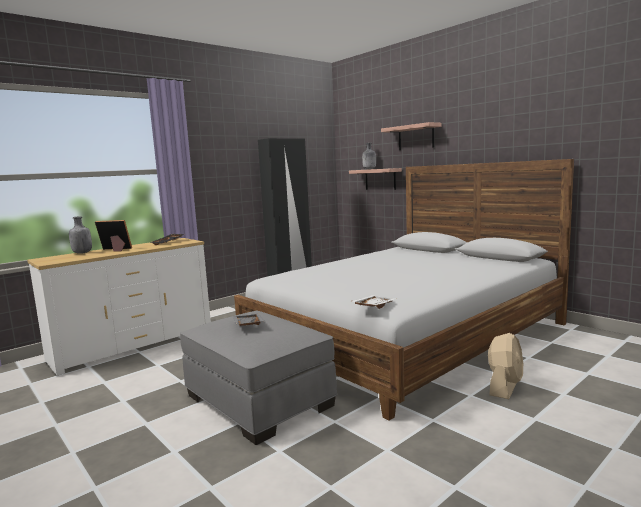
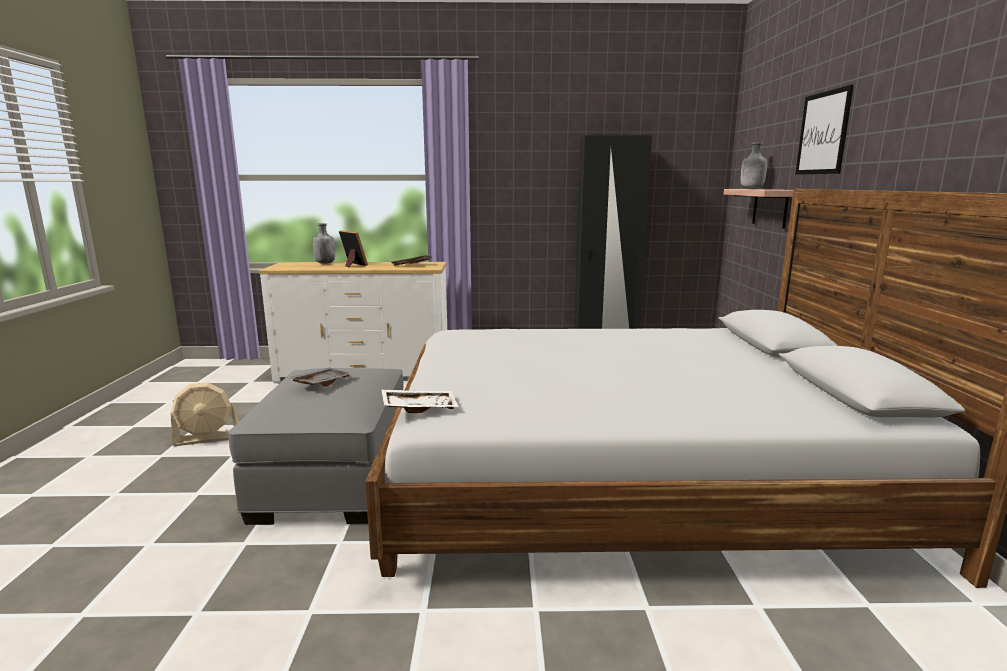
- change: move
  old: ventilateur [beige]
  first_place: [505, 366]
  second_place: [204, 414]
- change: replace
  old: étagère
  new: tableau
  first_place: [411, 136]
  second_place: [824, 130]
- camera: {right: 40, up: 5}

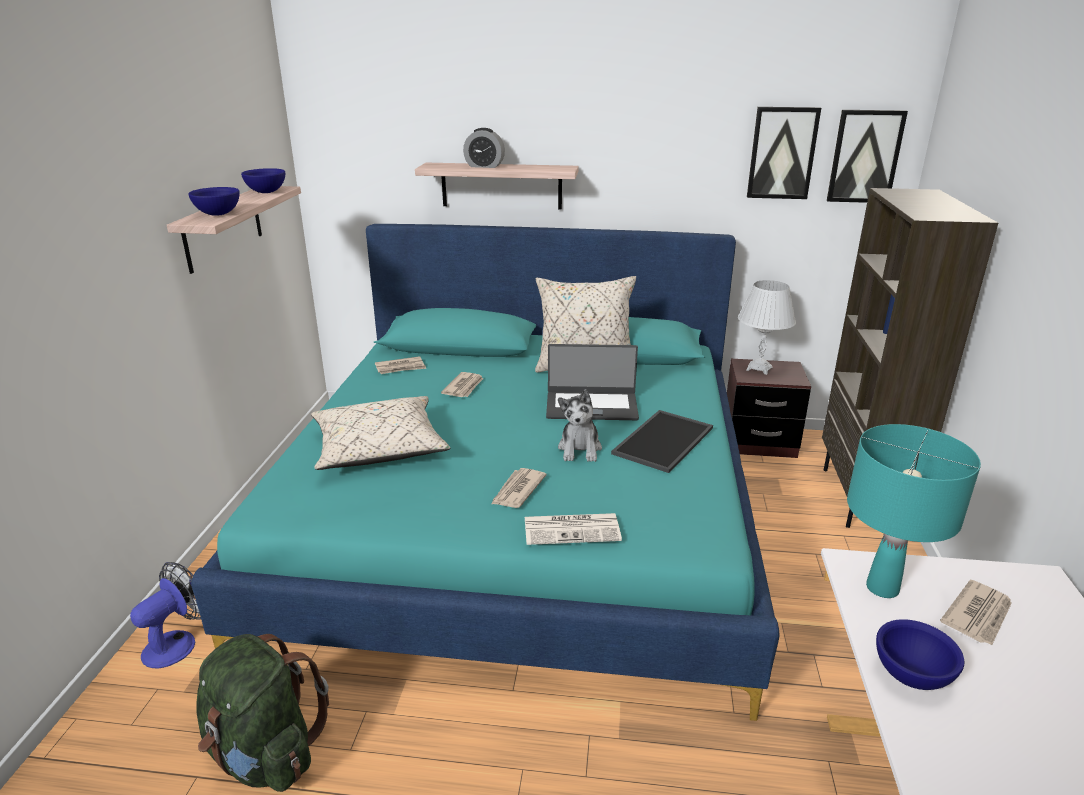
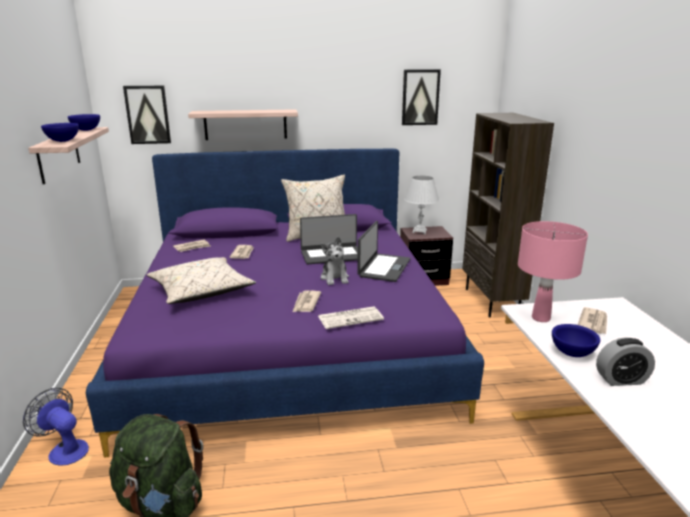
- change: rotate
  old: ventilateur
  first_place: [165, 615]
  second_place: [56, 427]
  degrees: -75
- change: recolor
  old: lit [turquoise]
  new: lit [violet]
  first_place: [485, 472]
  second_place: [285, 303]
- change: move
  old: tableau
  first_place: [867, 156]
  second_place: [147, 115]
- change: replace
  old: plateau
  new: ordinateur portable
  first_place: [662, 441]
  second_place: [384, 251]
- change: recolor
  old: lampe de table [turquoise]
  new: lampe de table [rose]
  first_place: [914, 511]
  second_place: [553, 271]
- change: move
  old: réveil
  first_place: [484, 148]
  second_place: [625, 361]
- camera: {right: -15, up: -5}

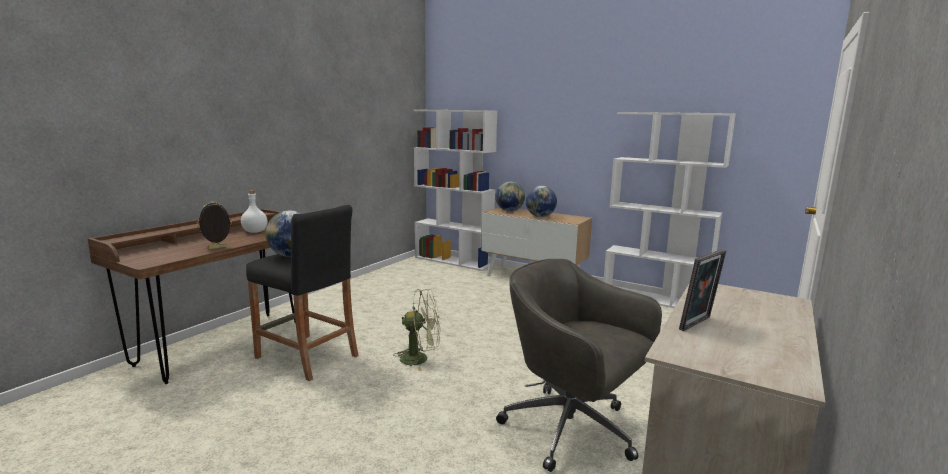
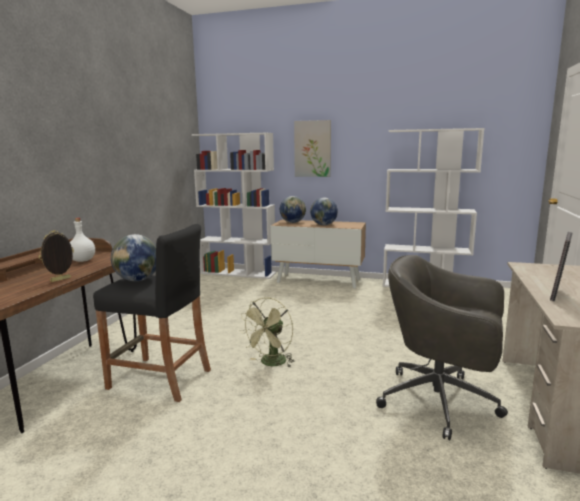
- change: rotate
  old: ventilateur [vert]
  first_place: [416, 330]
  second_place: [267, 332]
  degrees: 135
- change: insert
  new: tableau
  second_place: [312, 148]
- camera: {right: -15, up: 0}

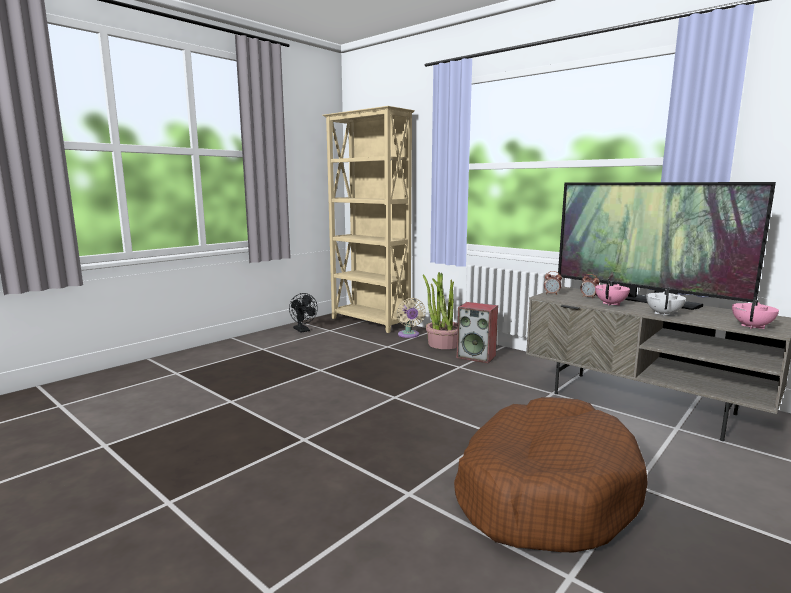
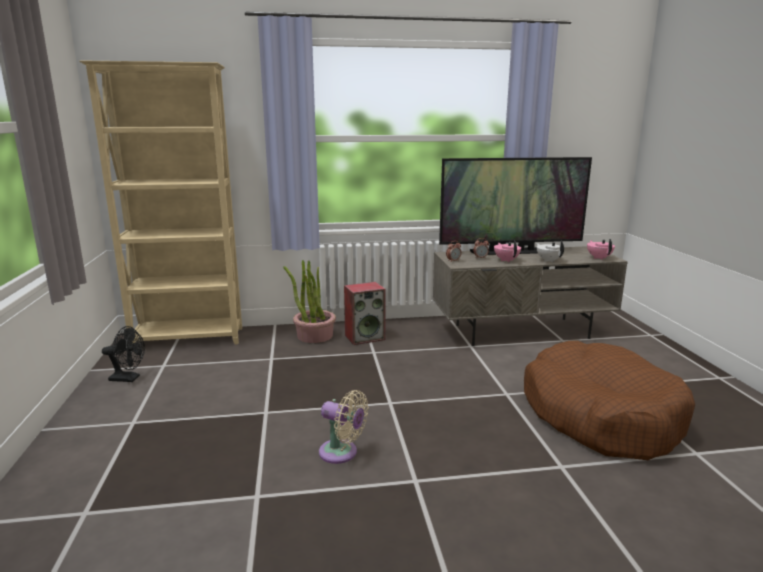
- change: move
  old: ventilateur [beige]
  first_place: [411, 318]
  second_place: [343, 427]
- camera: {right: -50, up: 5}

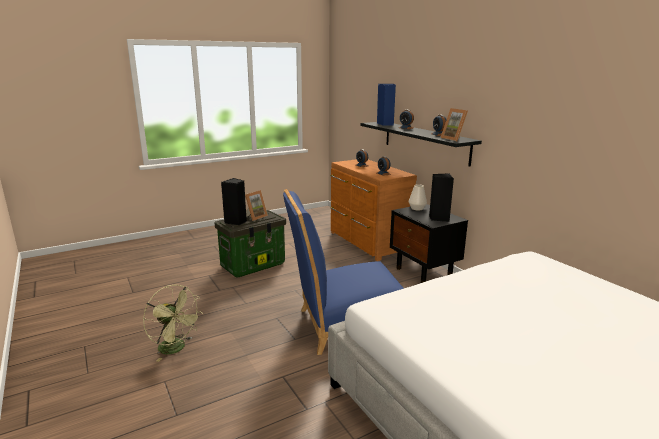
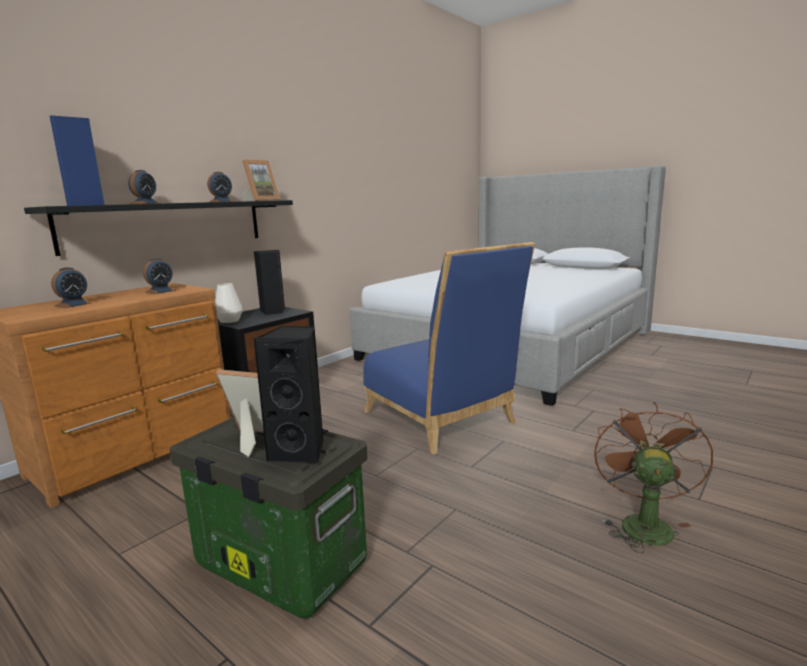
- change: recolor
  old: ventilateur [vert]
  new: ventilateur [marron]
  first_place: [173, 323]
  second_place: [653, 477]
- camera: {right: -110, up: -5}

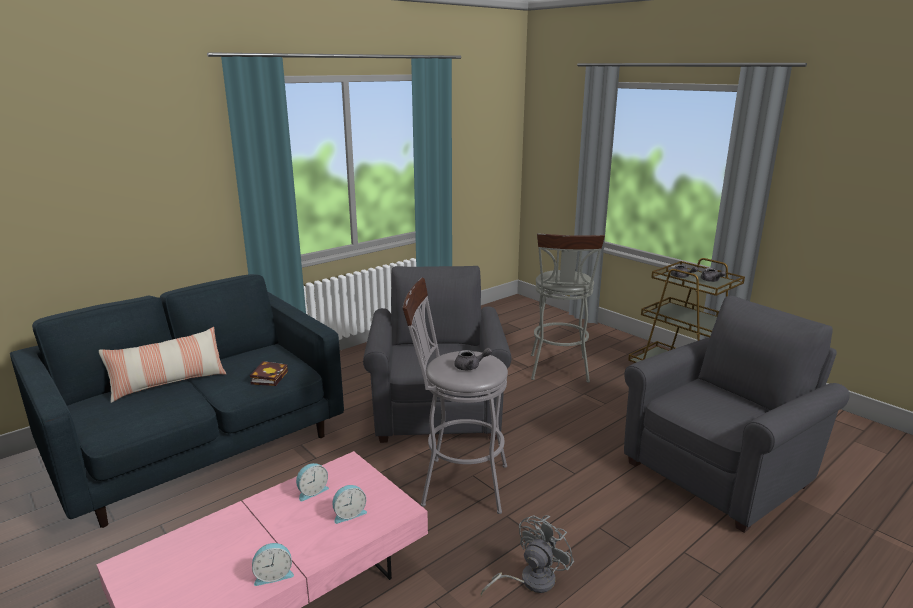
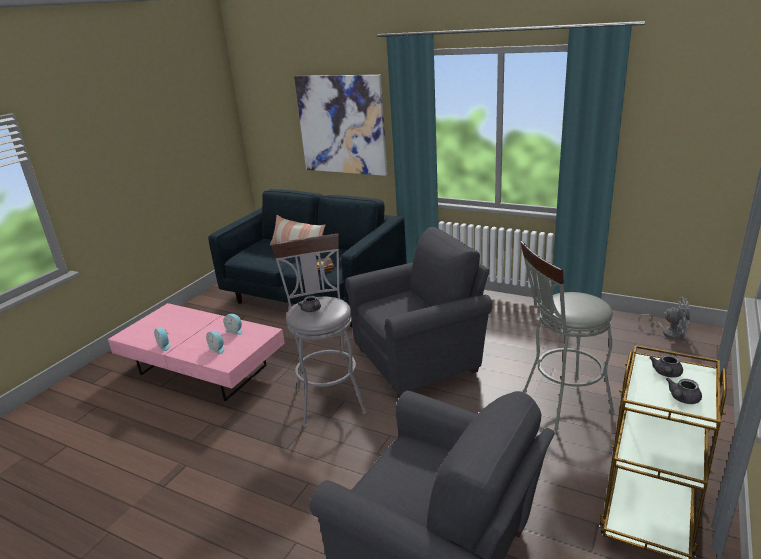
- change: insert
  new: tableau
  second_place: [340, 125]
- change: move
  old: ventilateur [gris]
  first_place: [527, 555]
  second_place: [664, 318]
- camera: {right: 70, up: 5}

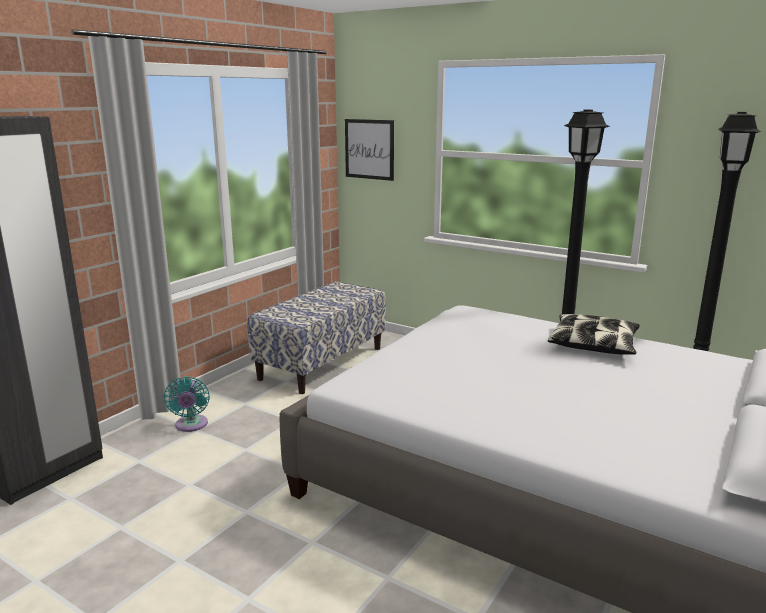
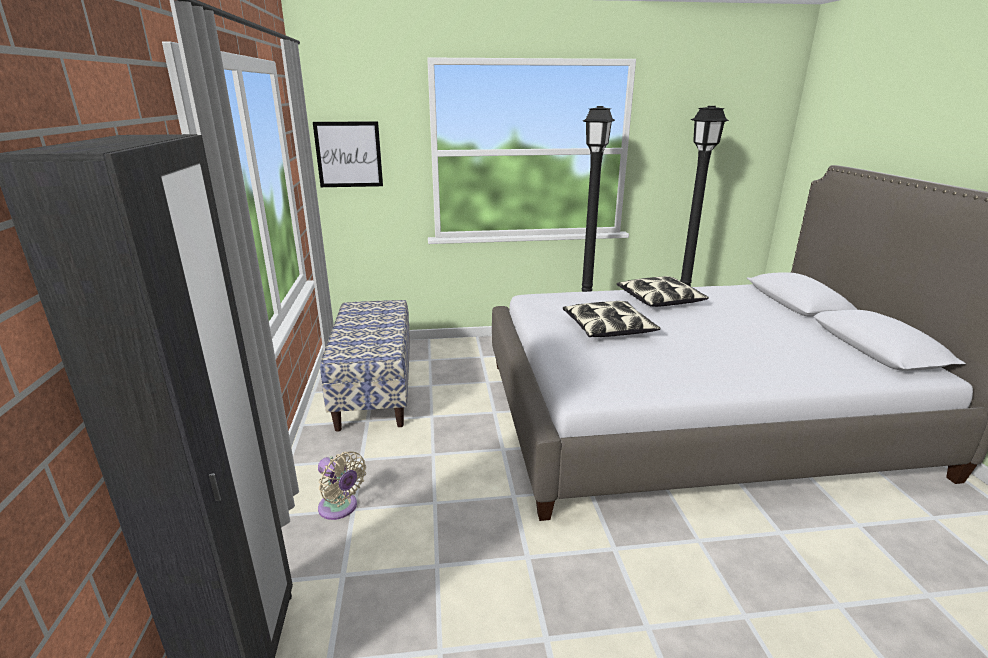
- change: recolor
  old: ventilateur [turquoise]
  new: ventilateur [beige]
  first_place: [187, 404]
  second_place: [342, 485]
- change: insert
  new: coussin
  second_place: [612, 319]
- camera: {right: -40, up: 5}

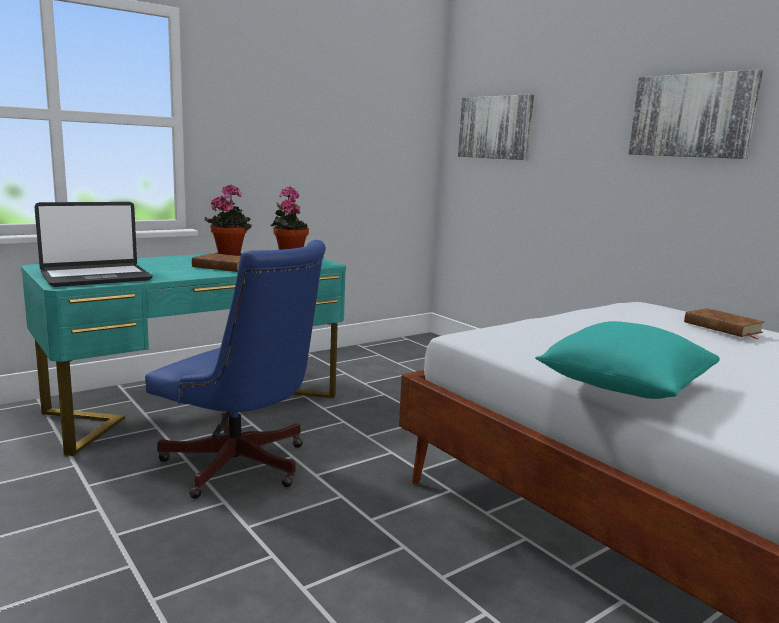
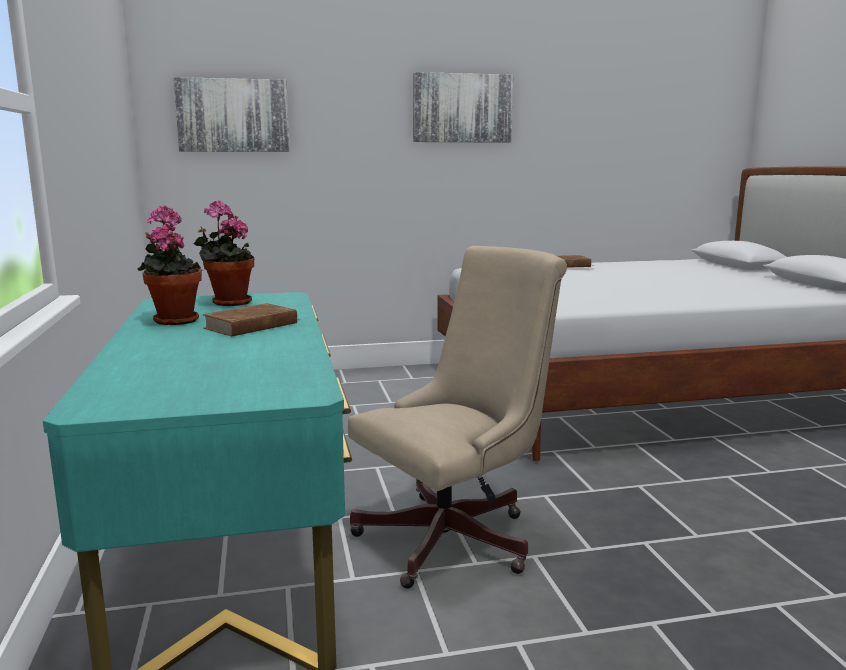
- change: recolor
  old: chaise de bureau [bleu]
  new: chaise de bureau [beige]
  first_place: [235, 369]
  second_place: [457, 417]
- change: delete
  old: ordinateur portable
  first_place: [94, 244]
- change: delete
  old: coussin [turquoise]
  first_place: [627, 360]
- camera: {right: -65, up: 0}

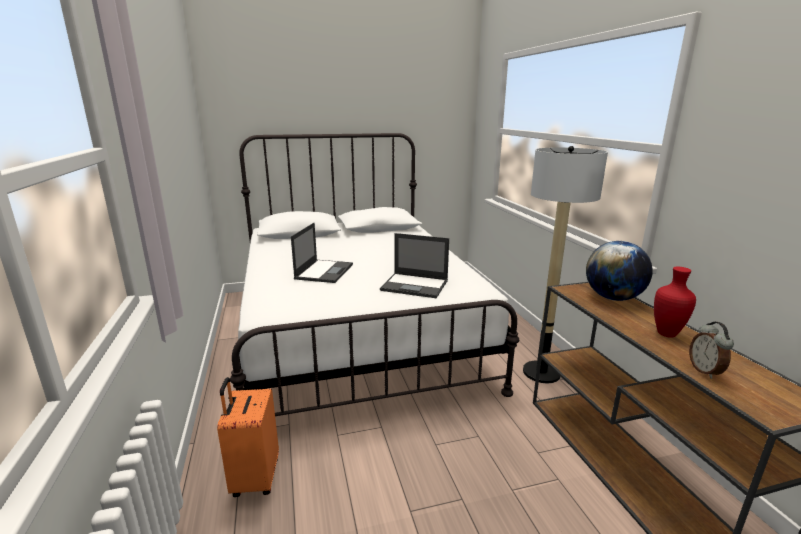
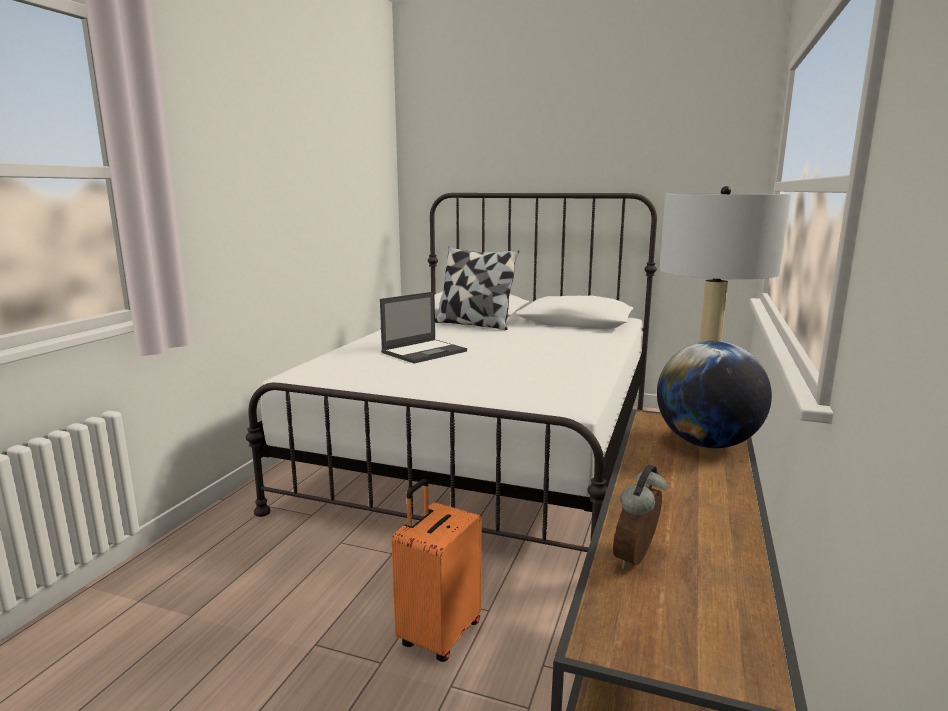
- change: move
  old: valise [orange]
  first_place: [248, 437]
  second_place: [437, 570]
- change: insert
  new: coussin
  second_place: [477, 288]
- change: delete
  old: ordinateur portable
  first_place: [414, 265]
- change: delete
  old: vase [rouge]
  first_place: [675, 302]
- camera: {right: 35, up: -5}

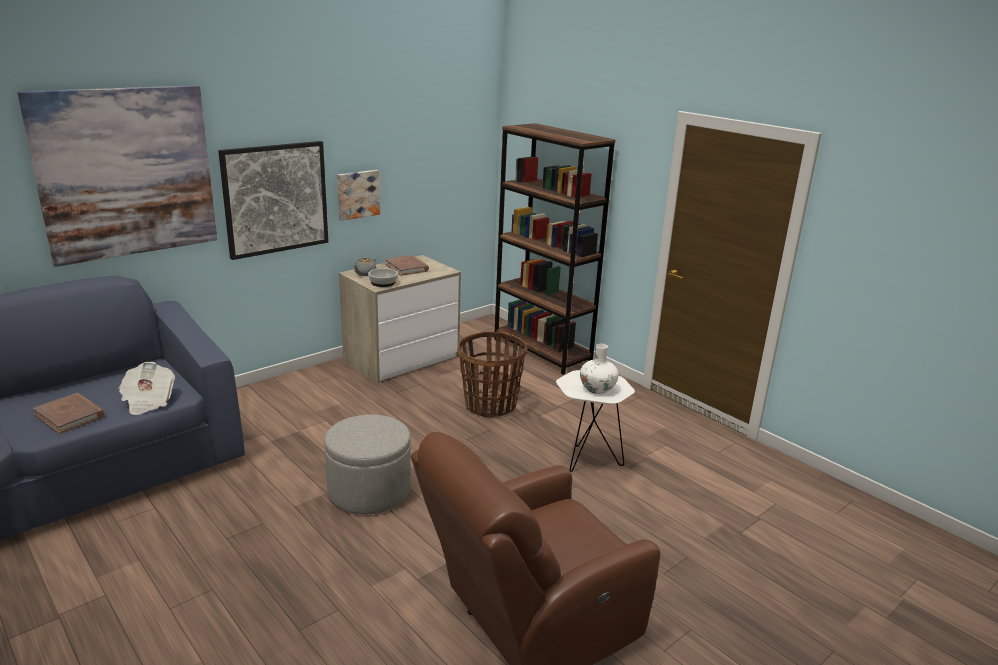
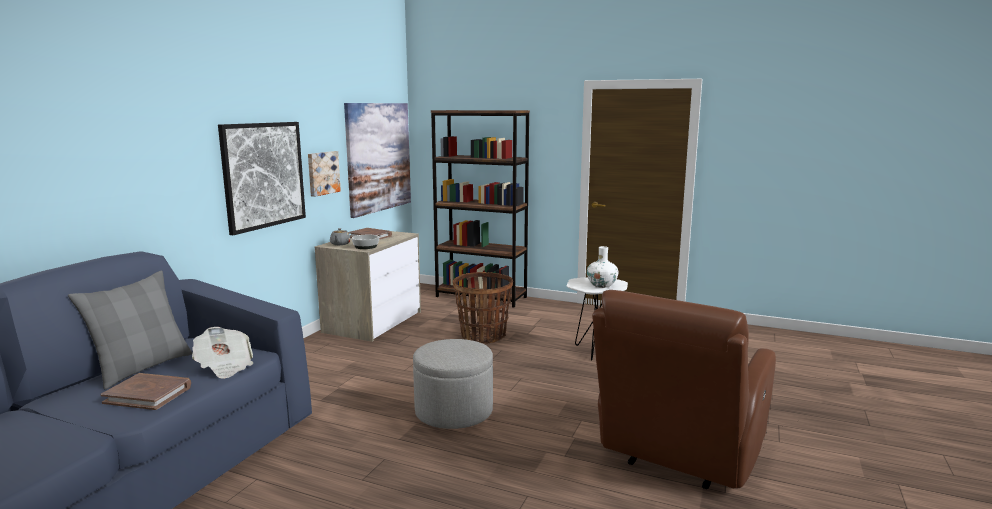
- change: insert
  new: coussin [gris]
  second_place: [130, 330]
- change: move
  old: tableau
  first_place: [117, 176]
  second_place: [377, 160]
- camera: {right: -25, up: -10}

